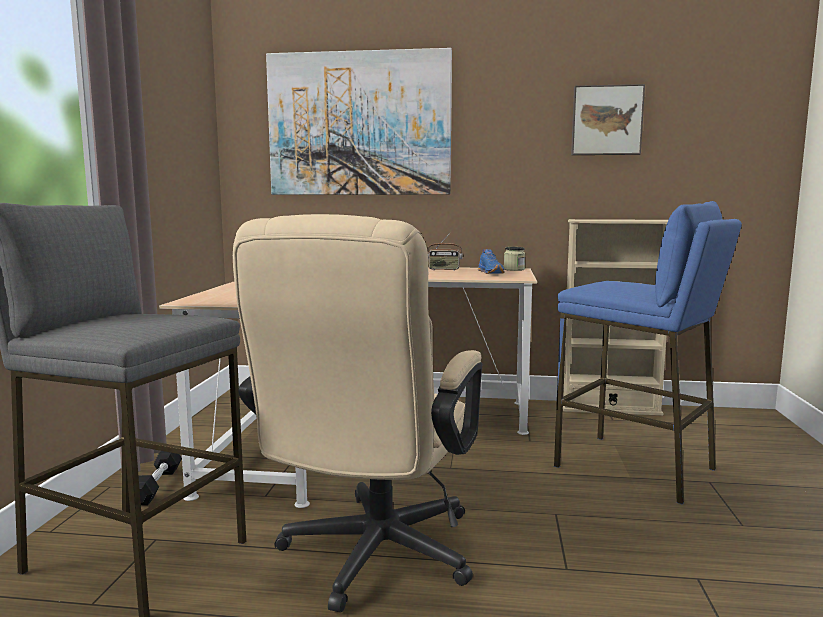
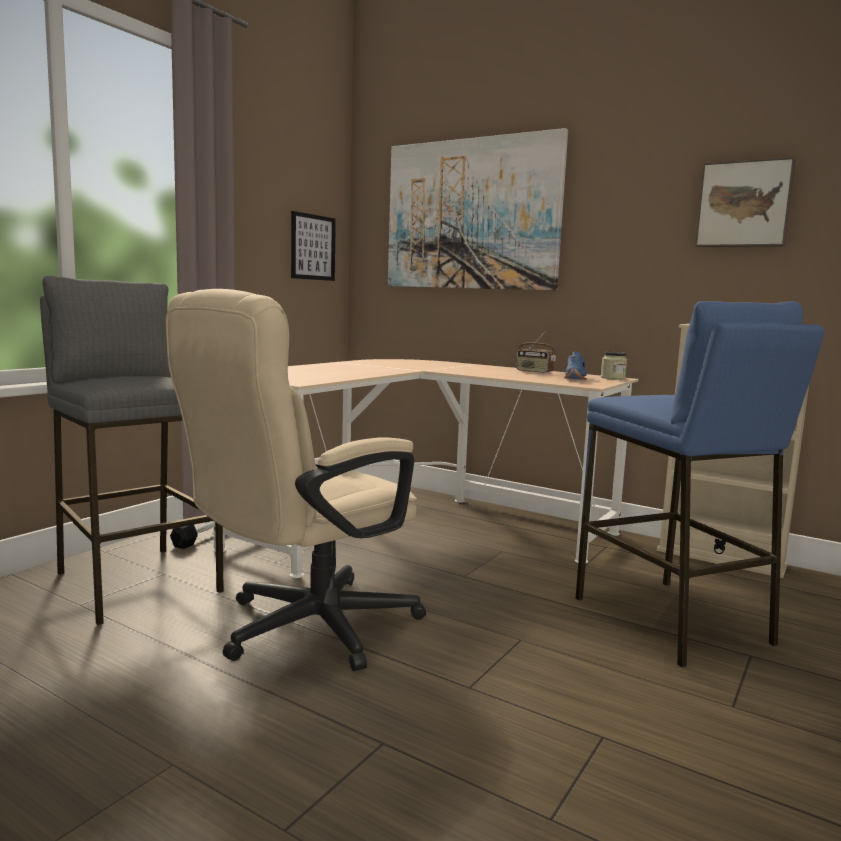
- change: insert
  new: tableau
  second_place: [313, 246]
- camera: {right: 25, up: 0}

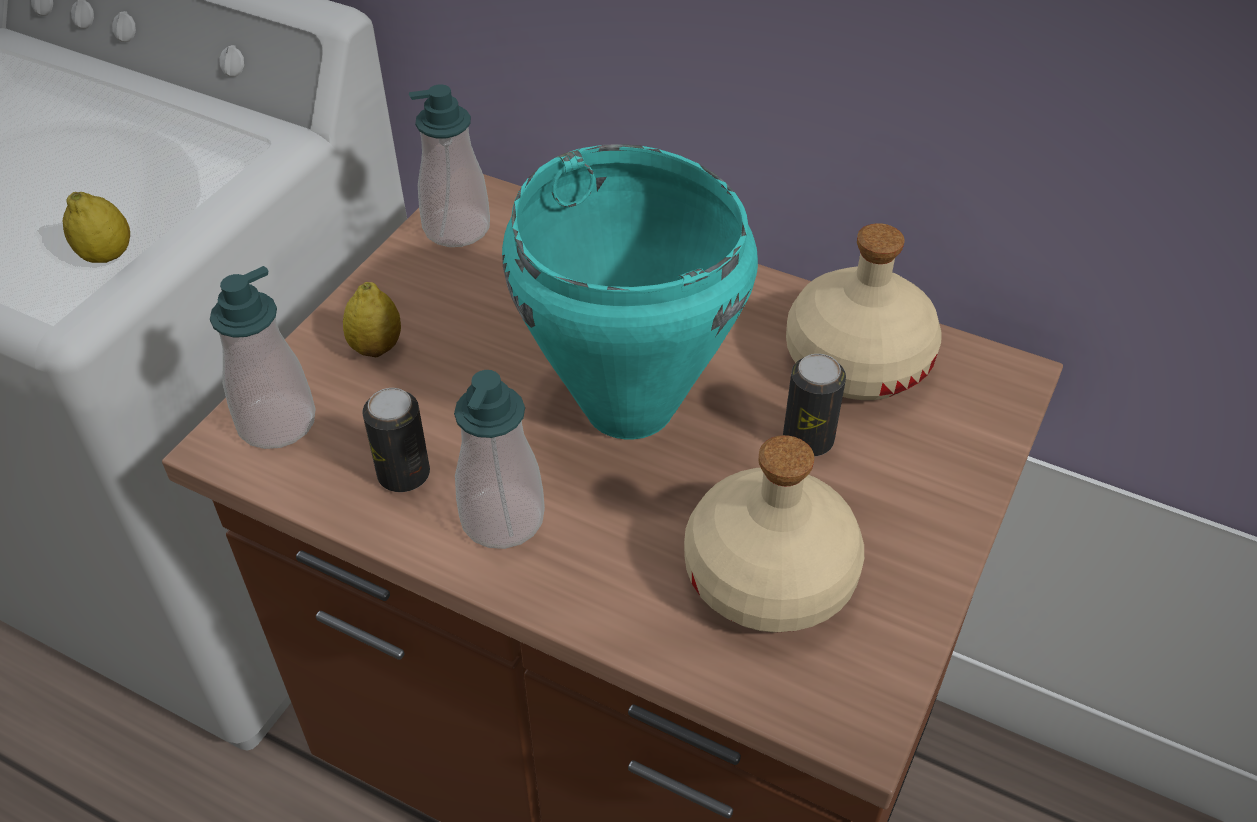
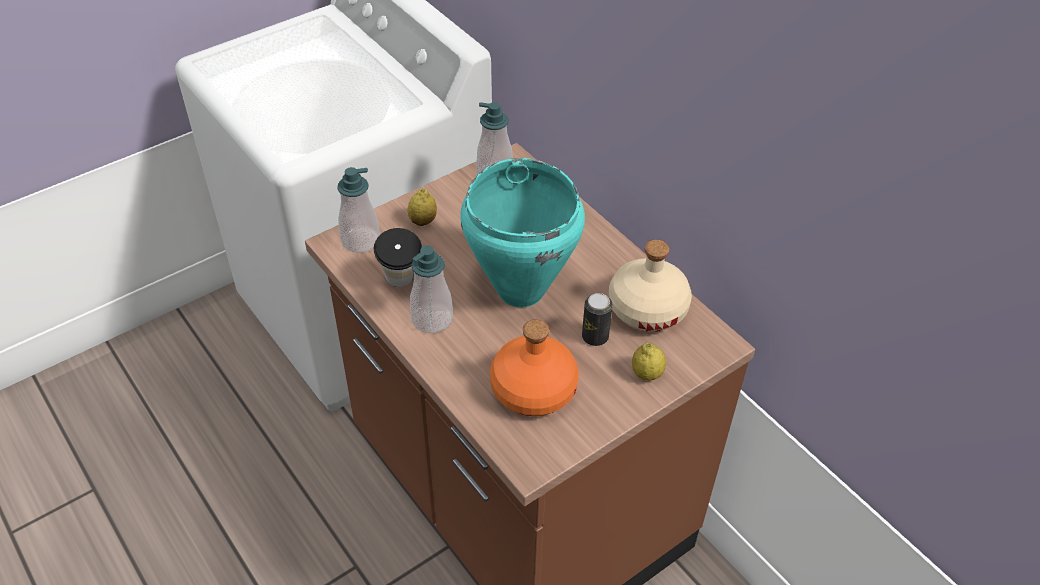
- change: replace
  old: boîte métallique
  new: tasse
  first_place: [396, 440]
  second_place: [398, 257]
- change: recolor
  old: bouteille [beige]
  new: bouteille [orange]
  first_place: [774, 534]
  second_place: [534, 367]
- change: move
  old: citron
  first_place: [96, 227]
  second_place: [649, 361]
- camera: {right: 25, up: 0}

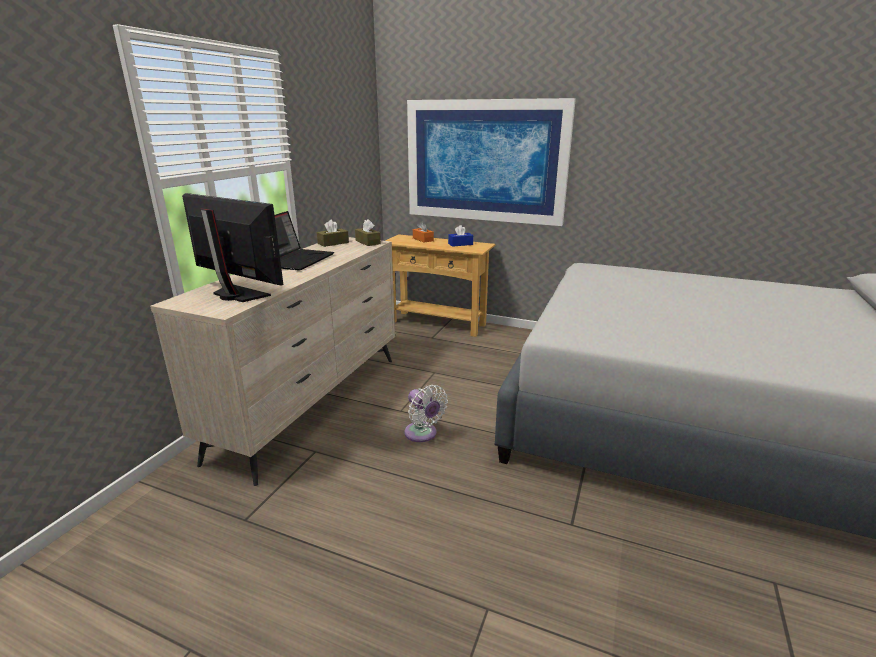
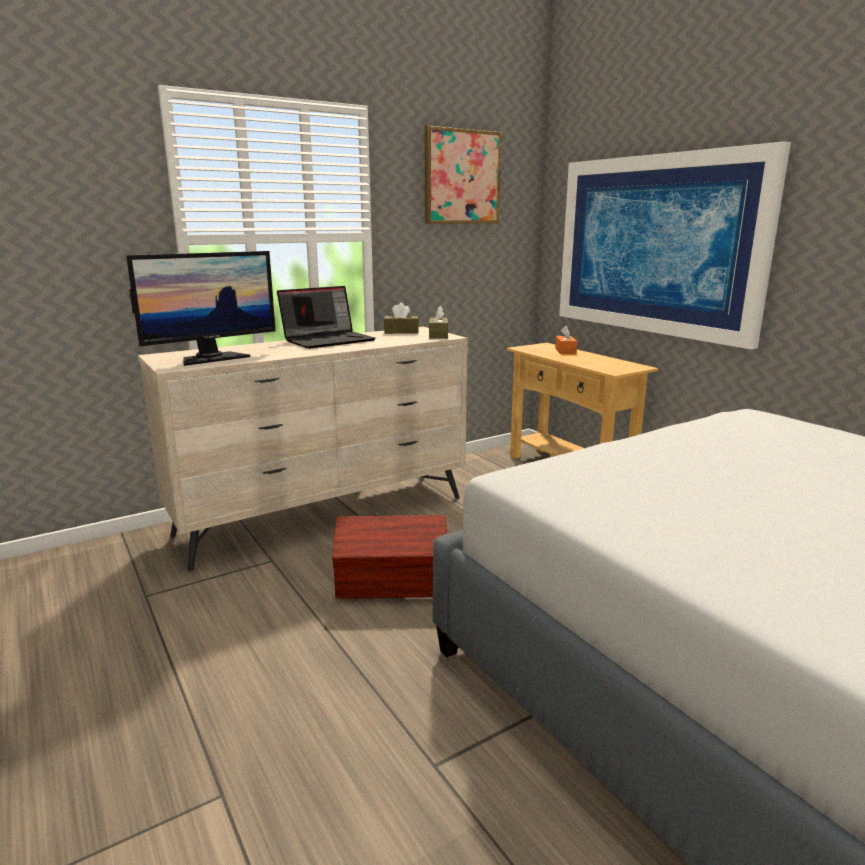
- change: rotate
  old: écran d'ordinateur
  first_place: [232, 247]
  second_place: [201, 308]
  degrees: 75
- change: replace
  old: ventilateur [blanc]
  new: boîte de rangement [marron]
  first_place: [426, 413]
  second_place: [389, 557]
- change: insert
  new: tableau
  second_place: [463, 175]
- change: delete
  old: boîte à mouchoirs [bleu]
  first_place: [460, 236]
- camera: {right: 35, up: -5}

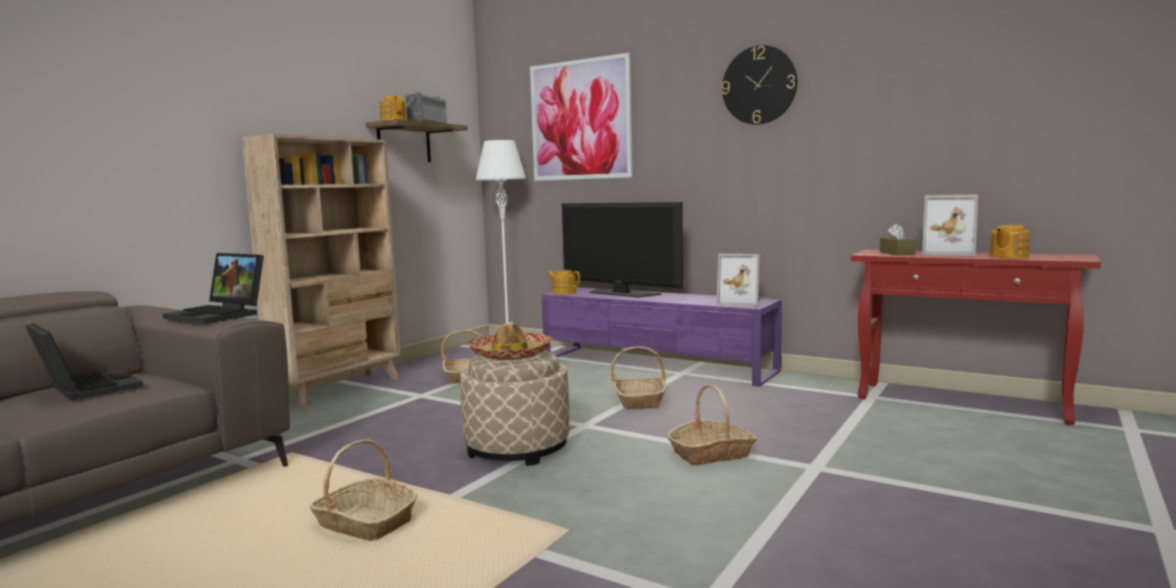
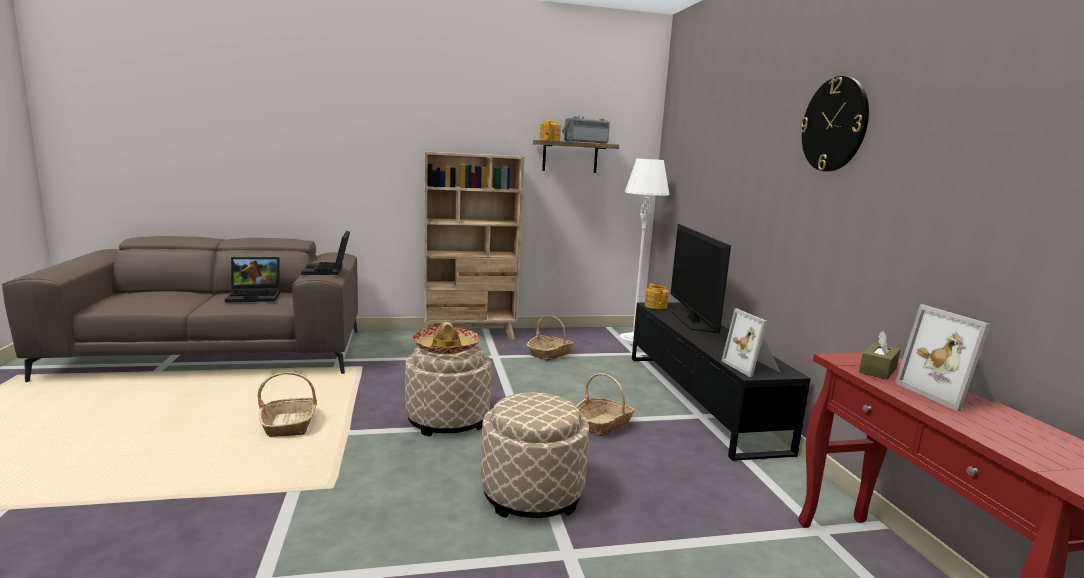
- change: rotate
  old: ordinateur portable
  first_place: [84, 362]
  second_place: [252, 279]
  degrees: 75
- change: replace
  old: panier
  new: pouf [beige]
  first_place: [712, 424]
  second_place: [535, 455]
- change: recolor
  old: meuble télé [violet]
  new: meuble télé [noir]
  first_place: [662, 337]
  second_place: [721, 381]
- change: delete
  old: tableau
  first_place: [581, 117]
- change: delete
  old: théière
  first_place: [1009, 241]
- camera: {right: 45, up: 5}

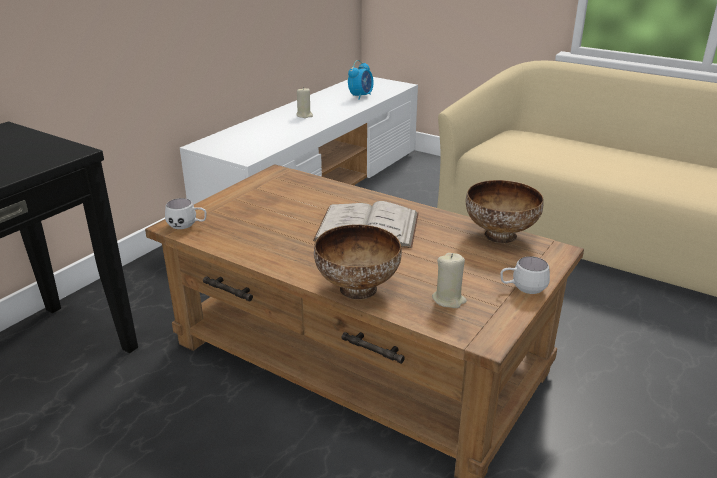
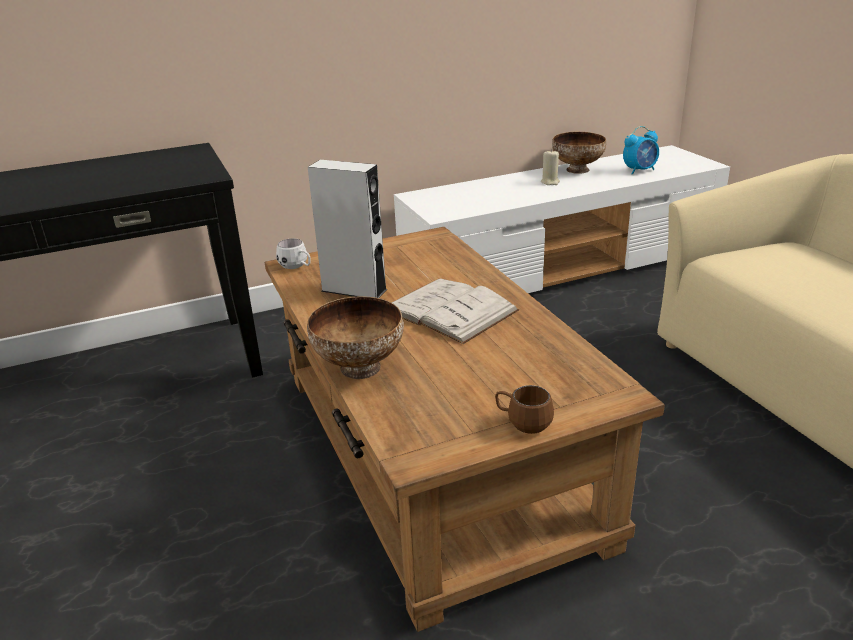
- change: insert
  new: enceinte [gris]
  second_place: [347, 229]
- change: recolor
  old: mug [blanc]
  new: mug [marron]
  first_place: [525, 275]
  second_place: [524, 409]
- change: move
  old: bol
  first_place: [505, 211]
  second_place: [579, 153]
- change: delete
  old: bougie [beige]
  first_place: [449, 280]
- camera: {right: 35, up: 0}

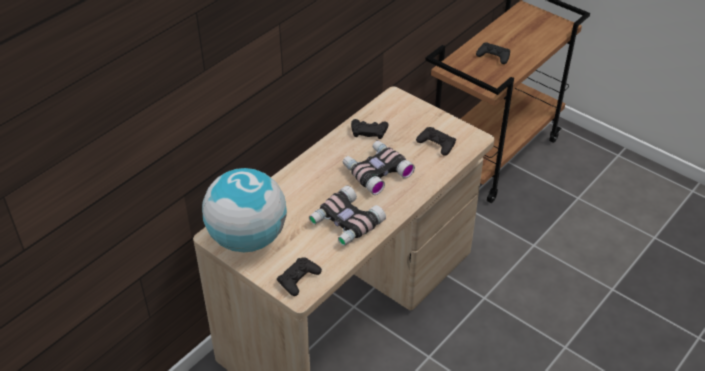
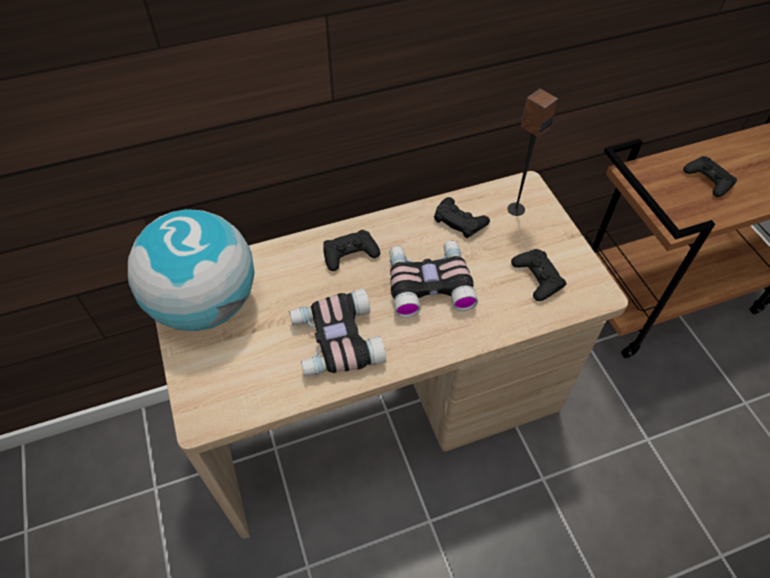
- change: move
  old: manette [noir]
  first_place: [299, 276]
  second_place: [351, 250]
- change: insert
  new: enceinte
  second_place: [532, 152]
- camera: {right: 30, up: 10}

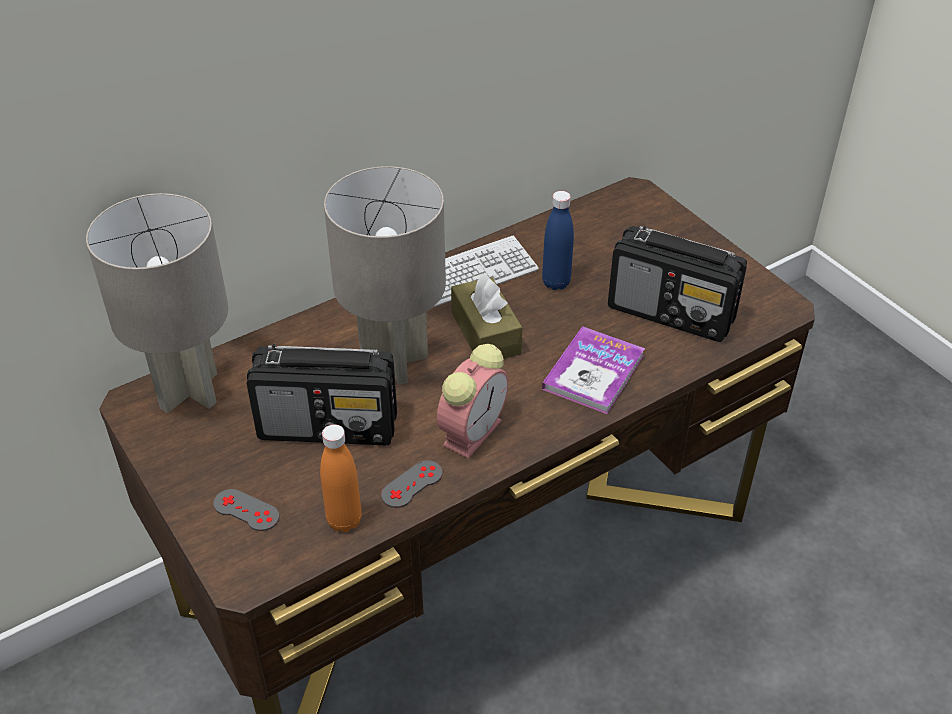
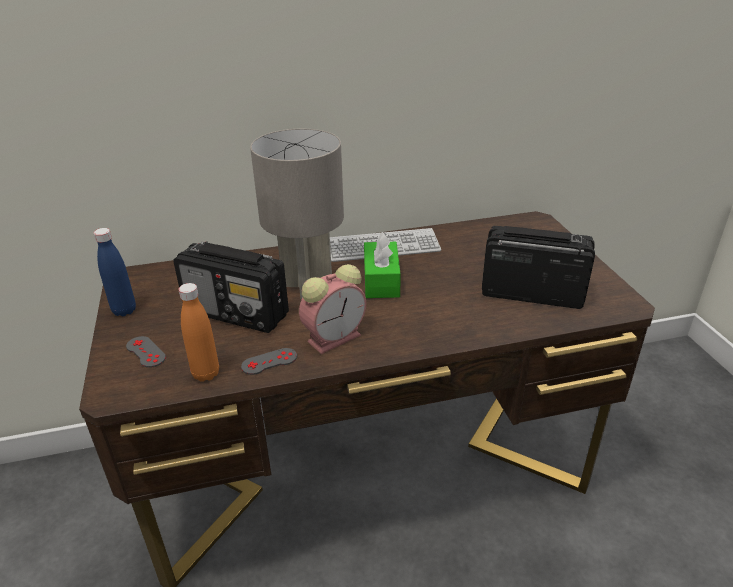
- change: move
  old: bouteille [bleu]
  first_place: [558, 240]
  second_place: [115, 272]
- change: recolor
  old: boîte à mouchoirs [marron]
  new: boîte à mouchoirs [vert]
  first_place: [486, 316]
  second_place: [382, 265]
- change: rotate
  old: radio
  first_place: [677, 284]
  second_place: [538, 267]
  degrees: 150
- change: delete
  old: lampe de table [gris]
  first_place: [157, 303]
- change: delete
  old: livre
  first_place: [593, 370]
- camera: {right: 20, up: -10}

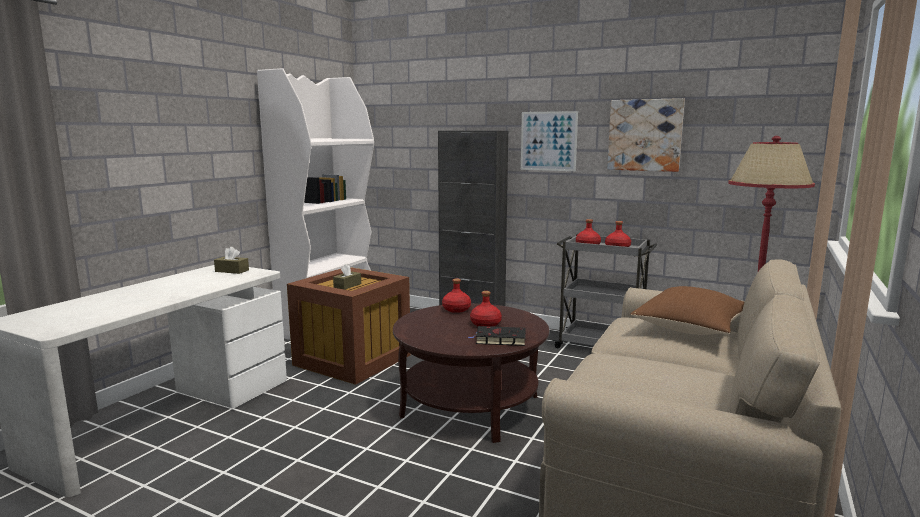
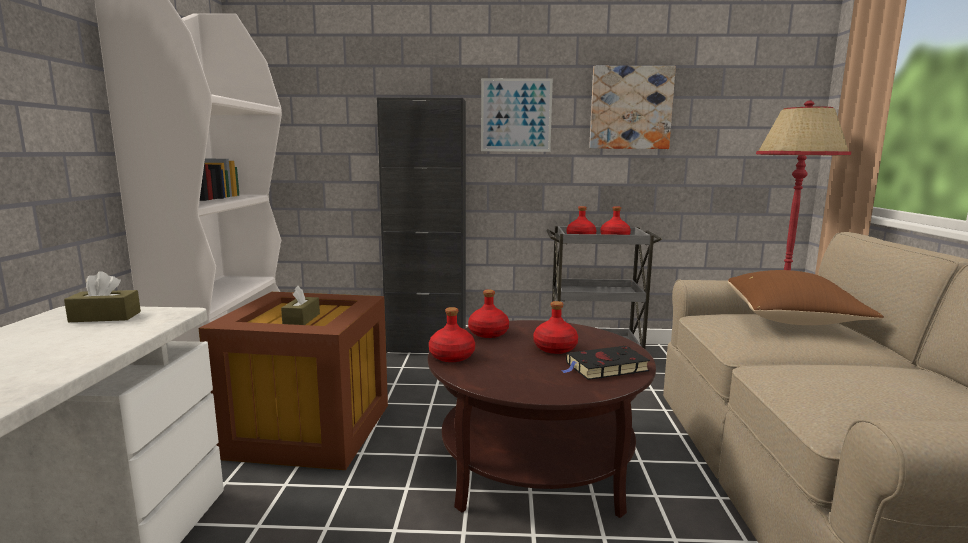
- change: insert
  new: bouteille [rouge]
  second_place: [452, 334]
- camera: {right: -25, up: 0}

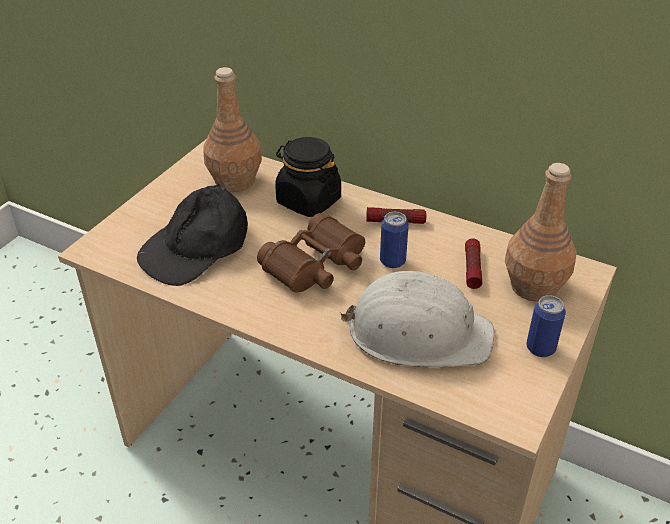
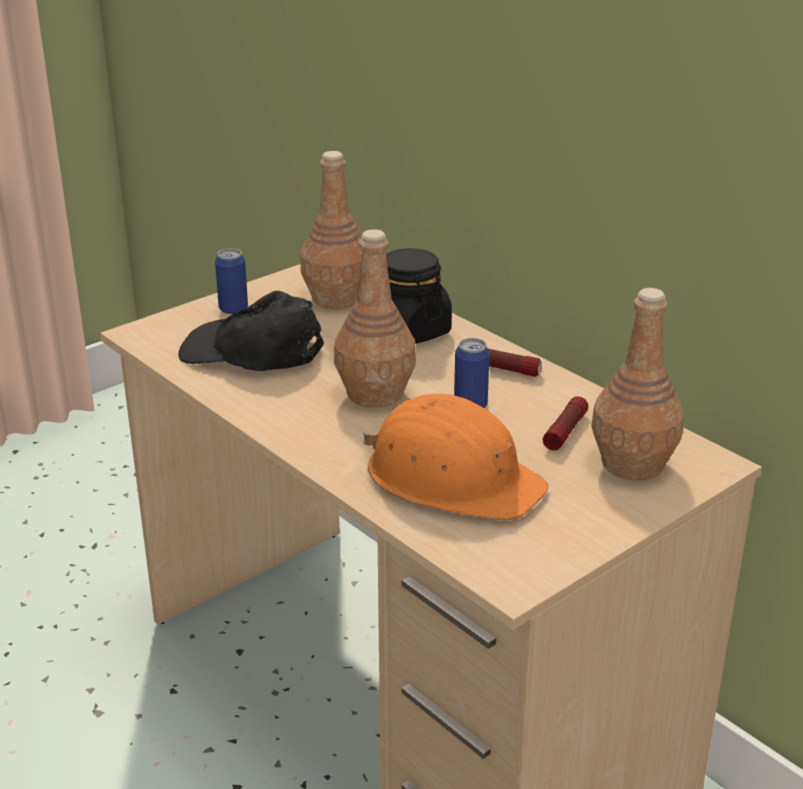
- change: rotate
  old: casquette [noir]
  first_place: [192, 235]
  second_place: [251, 331]
  degrees: 45
- change: move
  old: boîte métallique
  first_place: [546, 326]
  second_place: [231, 281]
- change: replace
  old: jumelles [marron]
  new: bouteille [marron]
  first_place: [311, 252]
  second_place: [375, 318]
- change: recolor
  old: casque de chantier [blanc]
  new: casque de chantier [orange]
  first_place: [417, 319]
  second_place: [455, 457]
- camera: {right: 20, up: -10}

